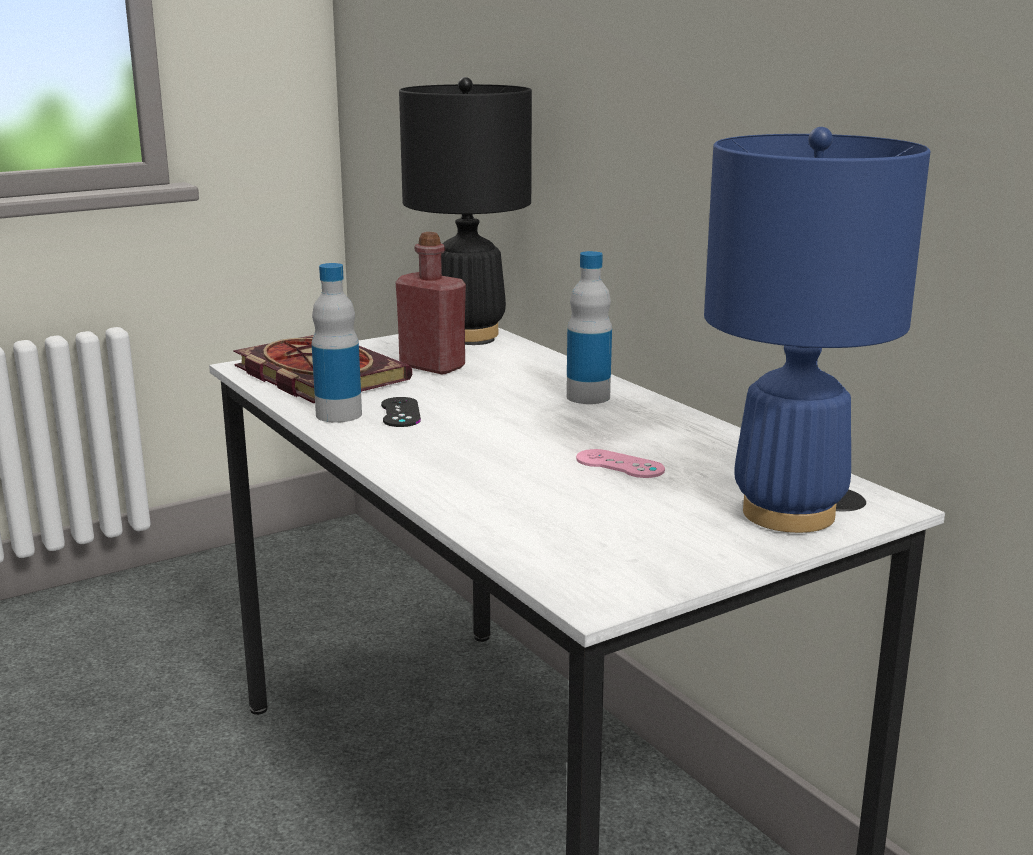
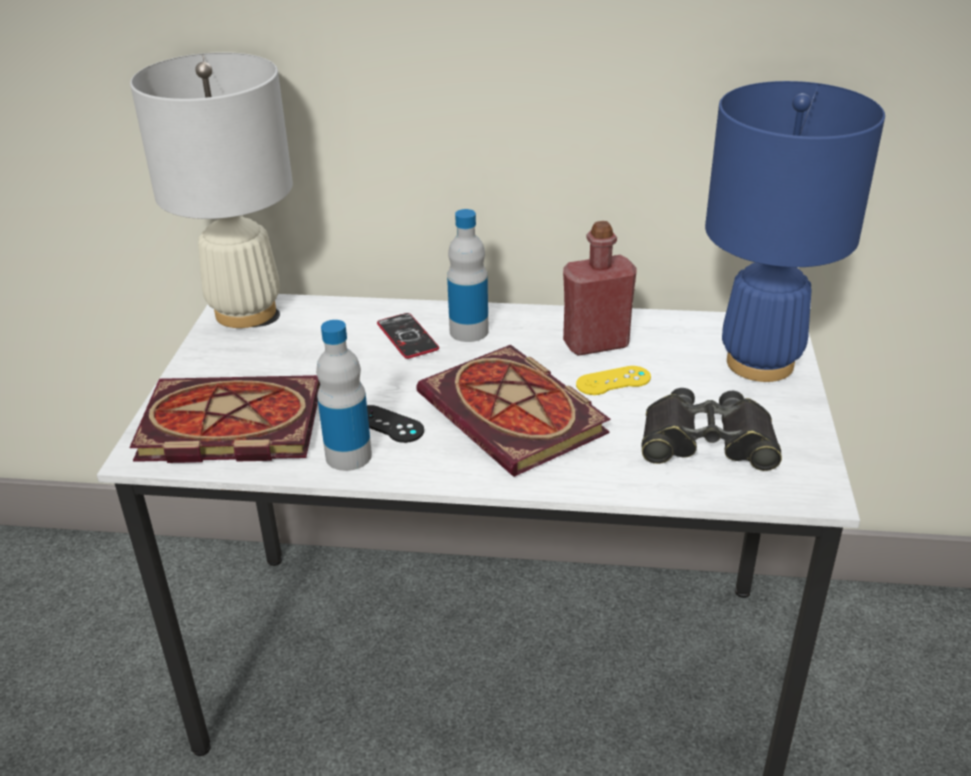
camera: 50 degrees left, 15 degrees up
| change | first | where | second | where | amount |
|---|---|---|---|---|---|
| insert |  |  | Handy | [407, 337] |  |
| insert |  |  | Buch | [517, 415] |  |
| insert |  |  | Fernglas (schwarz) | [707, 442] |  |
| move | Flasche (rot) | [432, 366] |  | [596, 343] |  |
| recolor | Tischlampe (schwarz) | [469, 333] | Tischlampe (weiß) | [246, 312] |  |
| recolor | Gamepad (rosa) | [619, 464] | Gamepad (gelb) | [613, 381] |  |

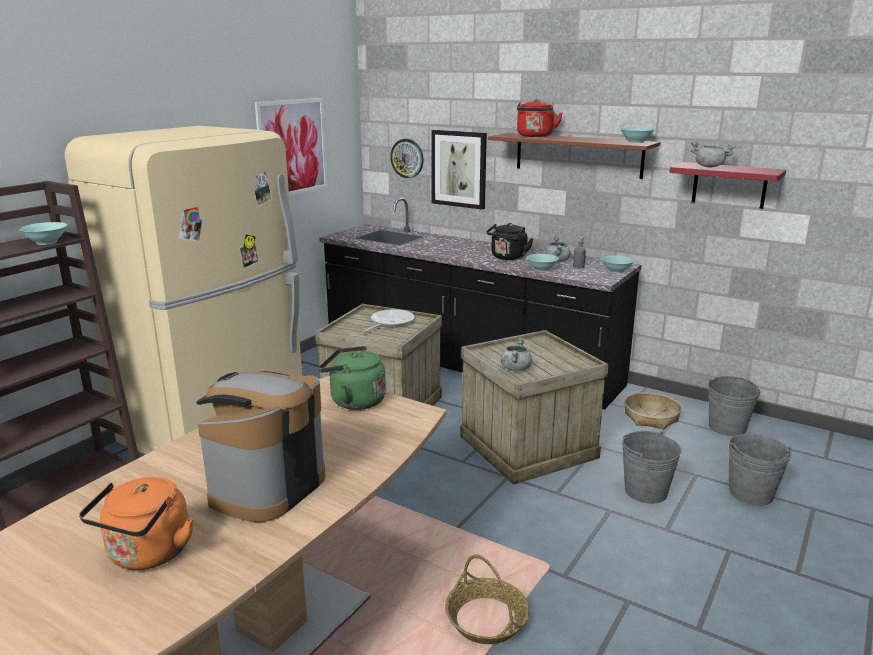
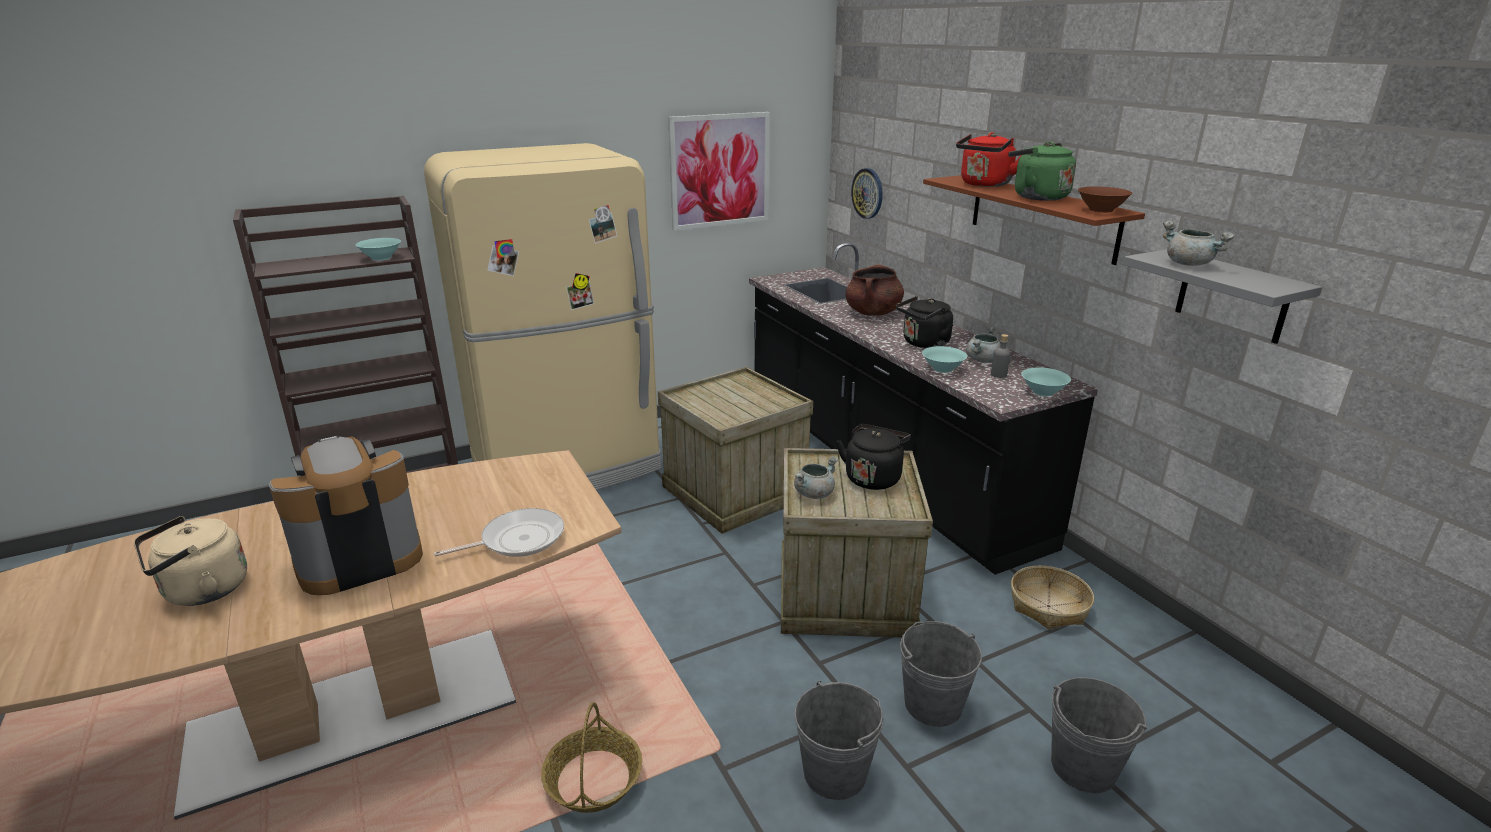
camera: 30 degrees right, 5 degrees up
| change | first | where | second | where | amount |
|---|---|---|---|---|---|
| delete | Bild | [459, 169] |  |  |  |
| insert |  |  | Wasserkessel (schwarz) | [873, 477] |  |
| insert |  |  | Kochtopf (braun) | [873, 313] |  |
| move | Wasserkessel (grün) | [354, 401] |  | [1036, 197] |  |
| move | Pfanne | [390, 323] |  | [518, 540] |  |
| move | Eimer (grau) | [727, 427] |  | [835, 773] |  |
| recolor | Wasserkessel (orange) | [147, 555] | Wasserkessel (beige) | [201, 591] |  |
| recolor | Schüssel (türkis) | [636, 142] | Schüssel (braun) | [1101, 210] |  |
| recolor | Wandregal (rot) | [729, 185] | Wandregal (grau) | [1232, 296] |  |

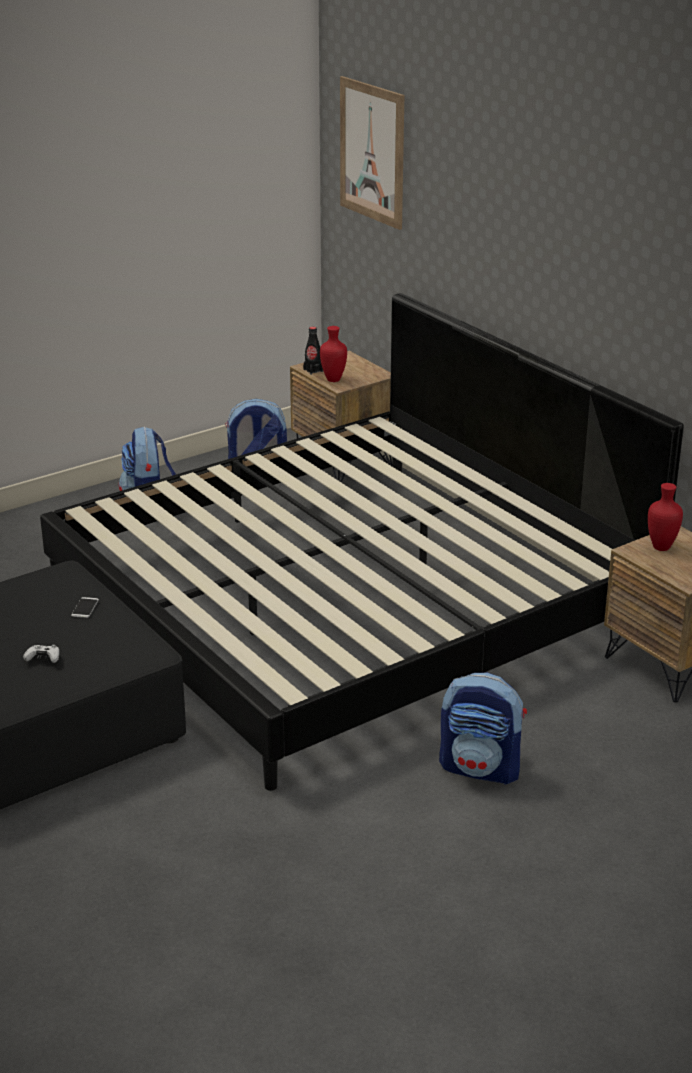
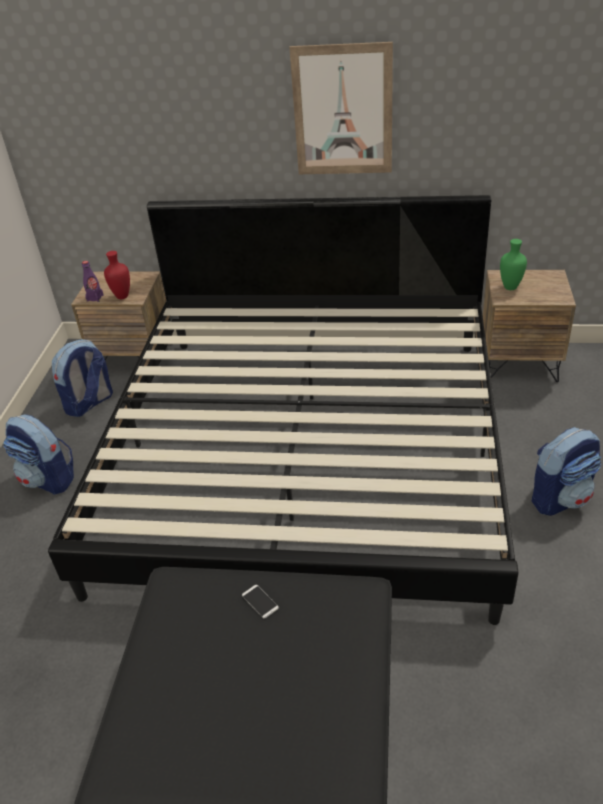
camera: 45 degrees left, 10 degrees up
| change | first | where | second | where | amount |
|---|---|---|---|---|---|
| delete | Gamepad (weiß) | [43, 659] |  |  |  |
| move | Bild | [372, 152] |  | [343, 111] |  |
| recolor | Flasche (schwarz) | [313, 370] | Flasche (lila) | [95, 298] |  |
| recolor | Vase (rot) | [660, 548] | Vase (grün) | [510, 288] |  |

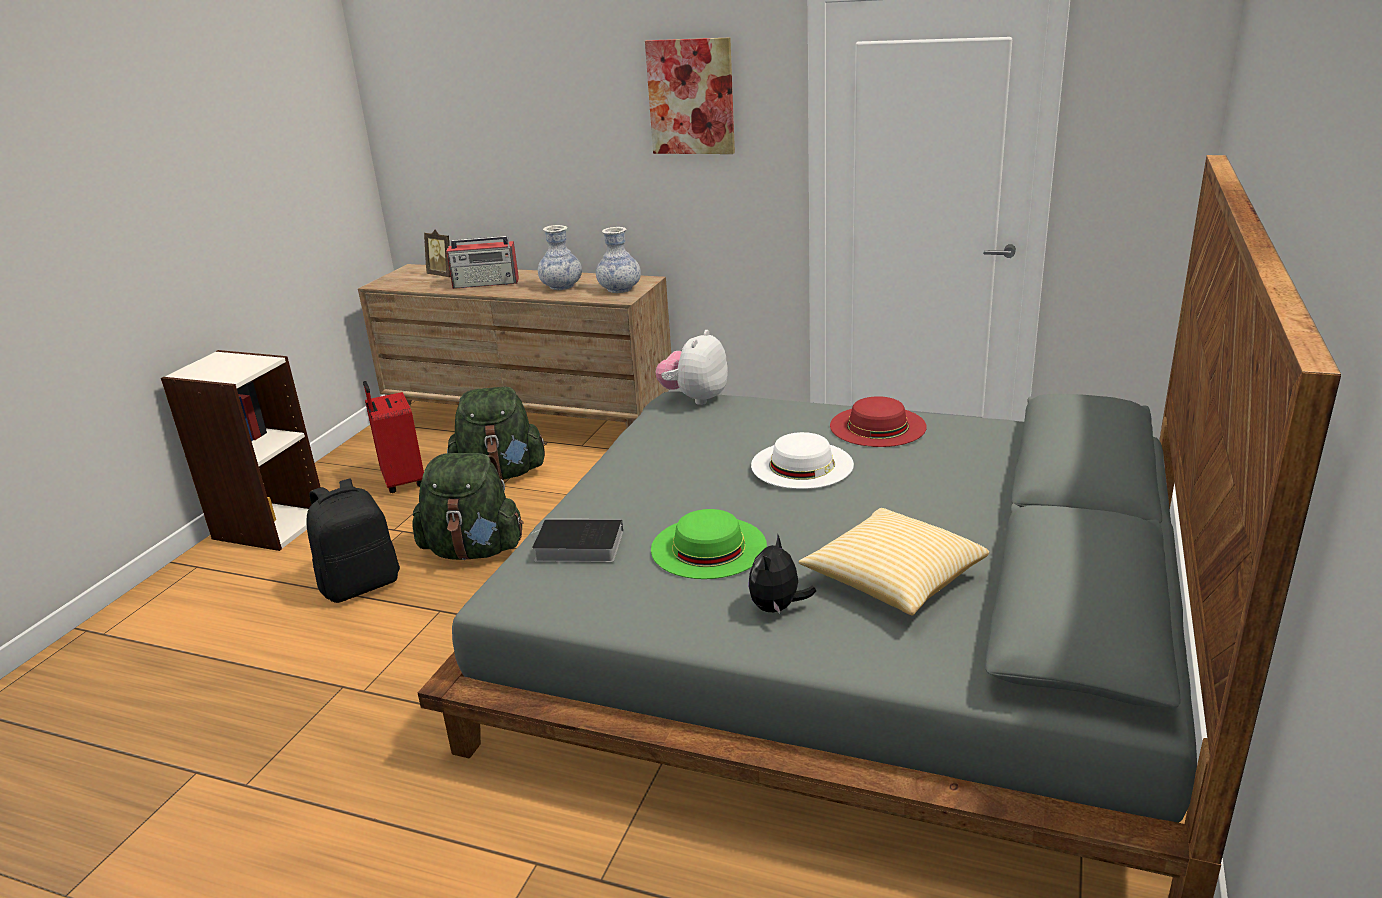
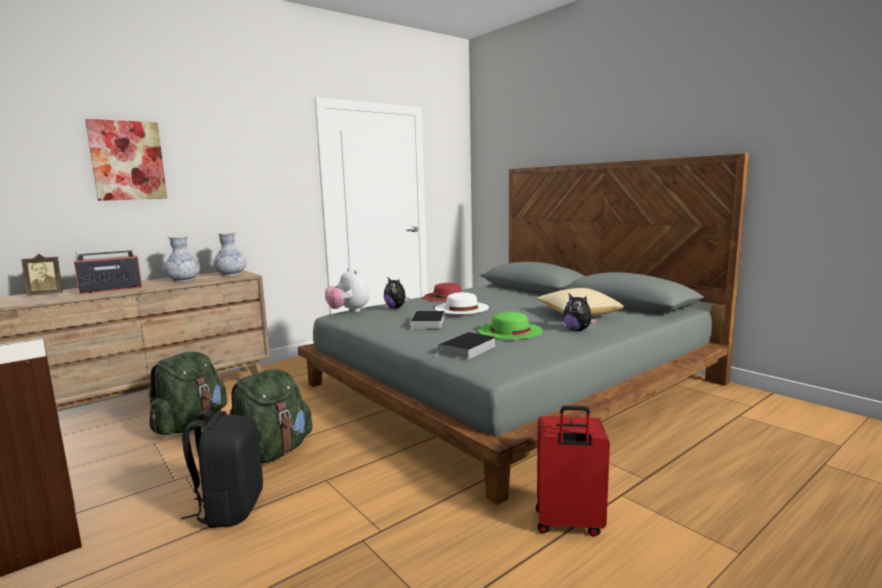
camera: 60 degrees left, 15 degrees down
| change | first | where | second | where | amount |
|---|---|---|---|---|---|
| insert |  |  | Plüschtier | [396, 308] |  |
| insert |  |  | Buch | [428, 323] |  |
| move | Koffer (rot) | [402, 482] |  | [568, 523] |  |
| move | Bild | [691, 97] |  | [127, 160] |  |
| rotate | Radio | [487, 283] |  | [110, 289] | 150 degrees counterclockwise |

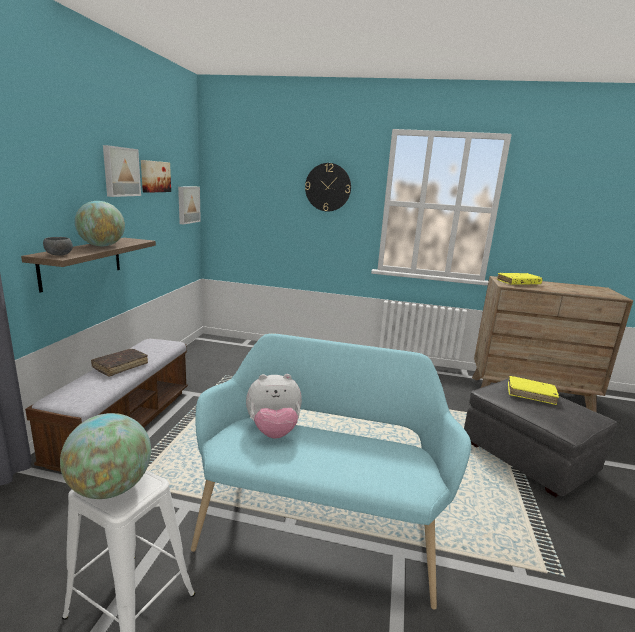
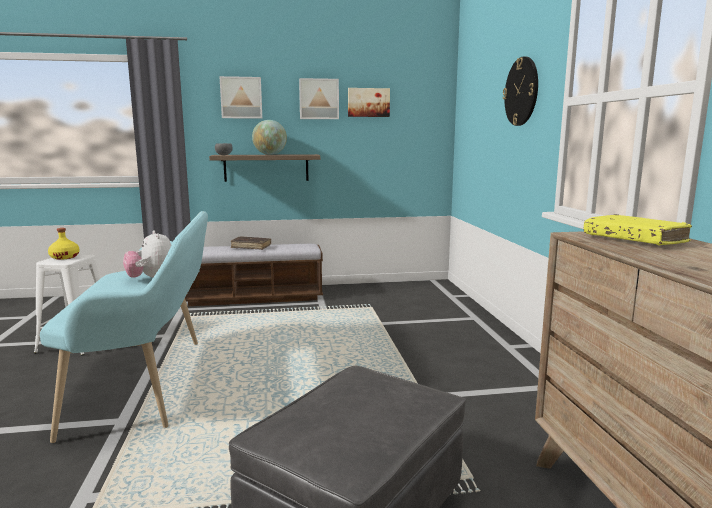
camera: 70 degrees right, 5 degrees down
| change | first | where | second | where | amount |
|---|---|---|---|---|---|
| delete | Buch (gelb) | [531, 394] |  |  |  |
| move | Bild | [187, 204] |  | [241, 97] |  |
| replace | Globus | [110, 488] | Flasche (gelb) | [64, 257] |  |

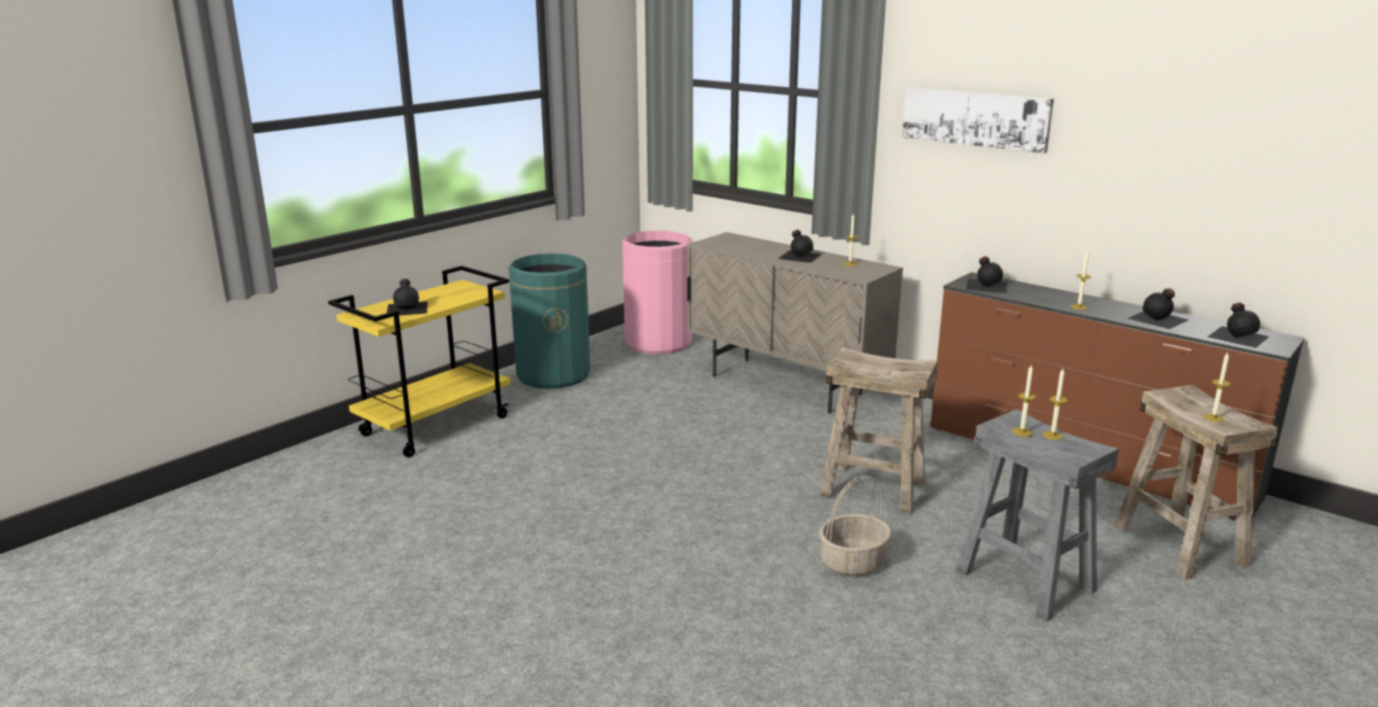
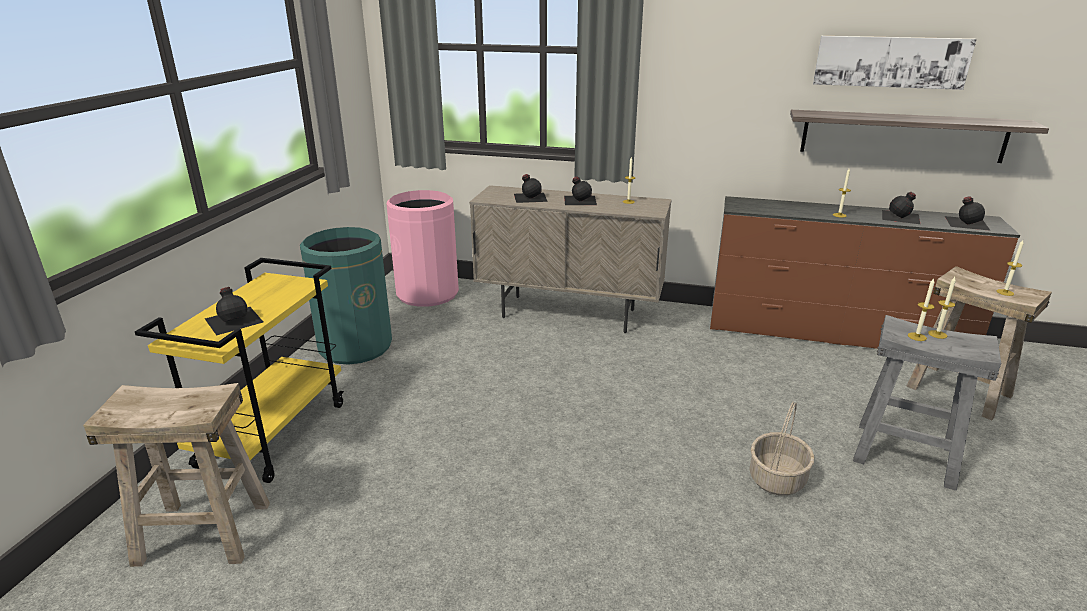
camera: 25 degrees left, 5 degrees up
| change | first | where | second | where | amount |
|---|---|---|---|---|---|
| insert |  |  | Wandregal | [902, 136] |  |
| move | Hocker (beige) | [873, 488] |  | [204, 532] |  |
| move | Bild | [975, 118] |  | [890, 61] |  |
| move | Flasche (schwarz) | [986, 285] |  | [529, 197] |  |

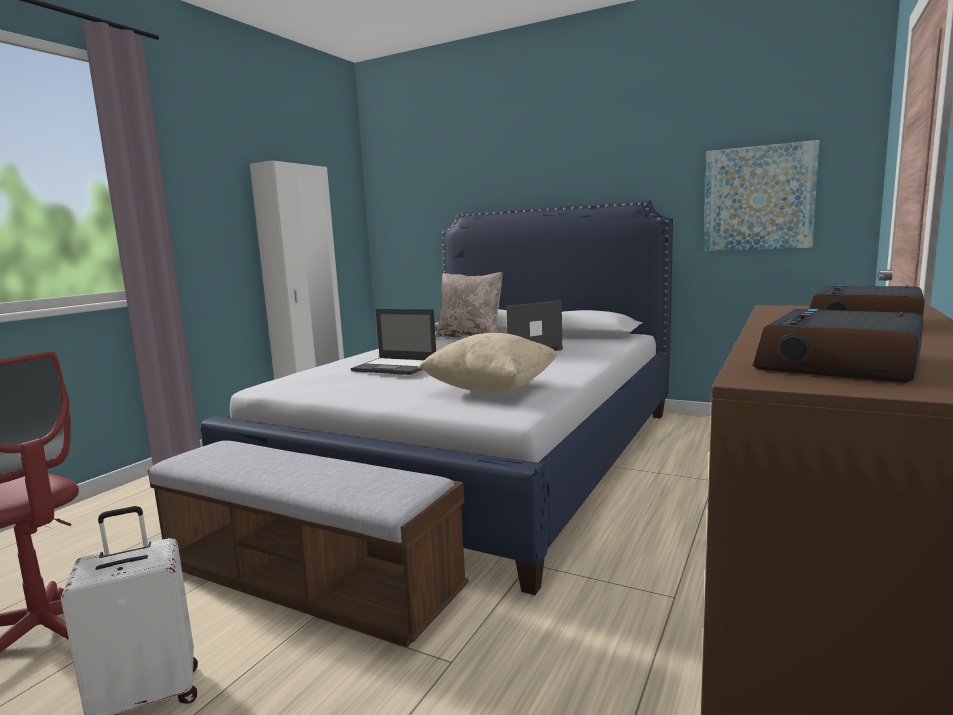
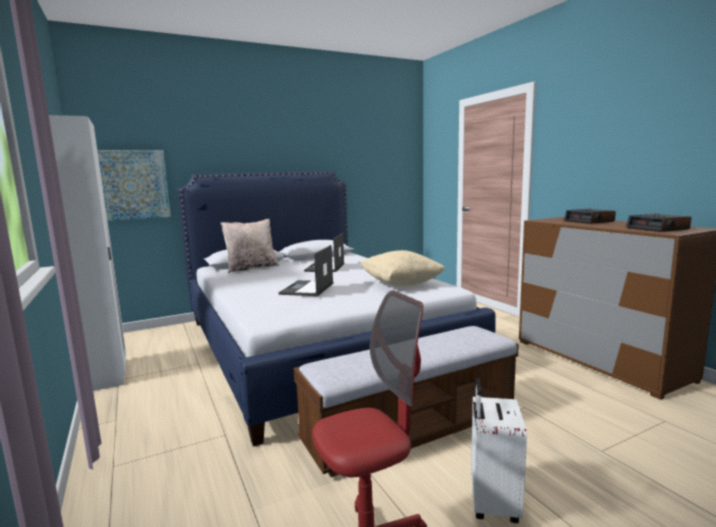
camera: 55 degrees left, 0 degrees up
| change | first | where | second | where | amount |
|---|---|---|---|---|---|
| move | Bild | [758, 198] |  | [130, 185] |  |
| rotate | Laptop | [396, 367] |  | [307, 289] | 135 degrees clockwise |

